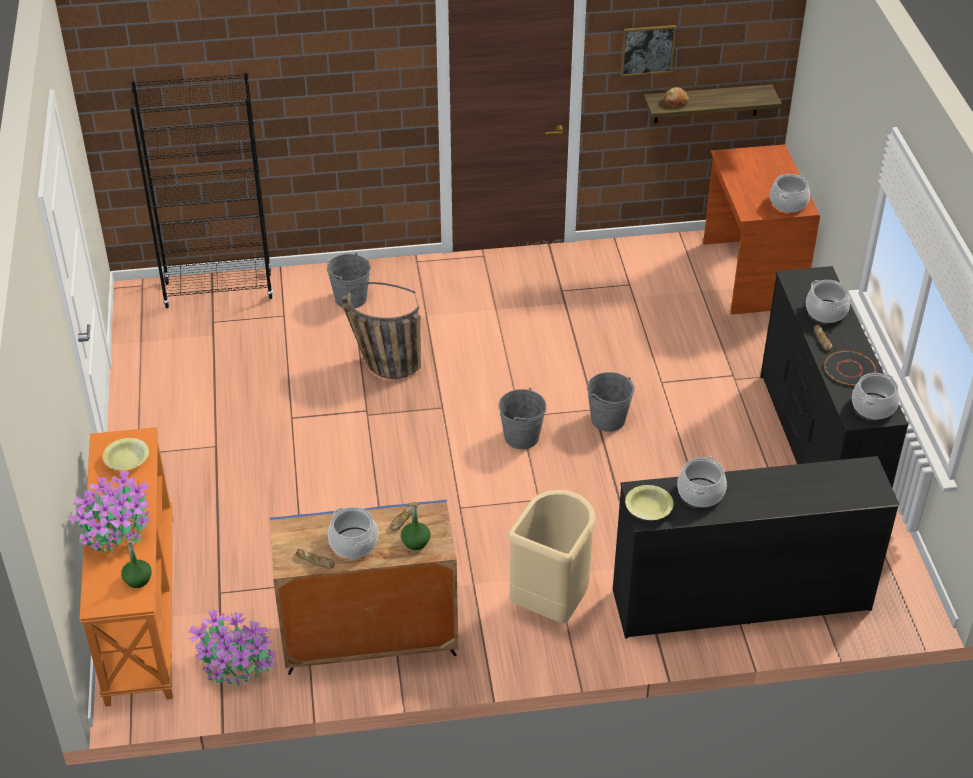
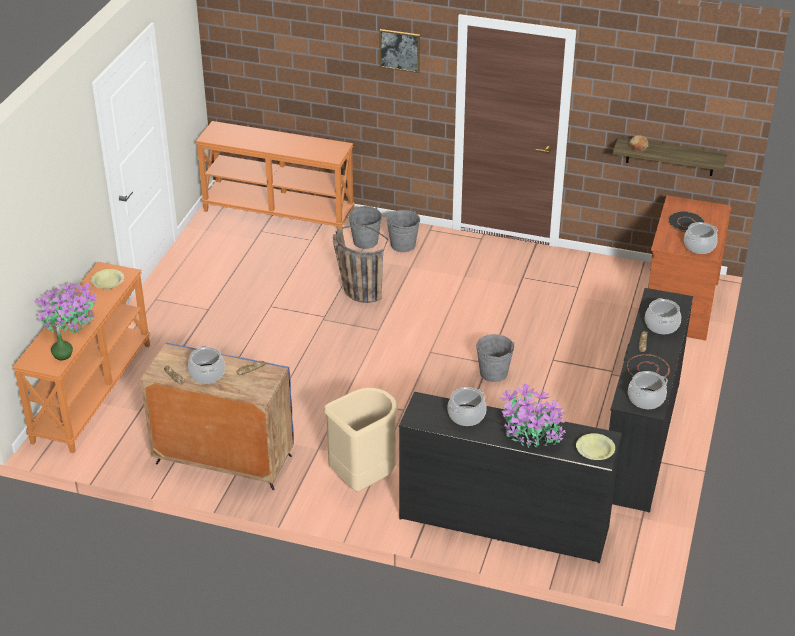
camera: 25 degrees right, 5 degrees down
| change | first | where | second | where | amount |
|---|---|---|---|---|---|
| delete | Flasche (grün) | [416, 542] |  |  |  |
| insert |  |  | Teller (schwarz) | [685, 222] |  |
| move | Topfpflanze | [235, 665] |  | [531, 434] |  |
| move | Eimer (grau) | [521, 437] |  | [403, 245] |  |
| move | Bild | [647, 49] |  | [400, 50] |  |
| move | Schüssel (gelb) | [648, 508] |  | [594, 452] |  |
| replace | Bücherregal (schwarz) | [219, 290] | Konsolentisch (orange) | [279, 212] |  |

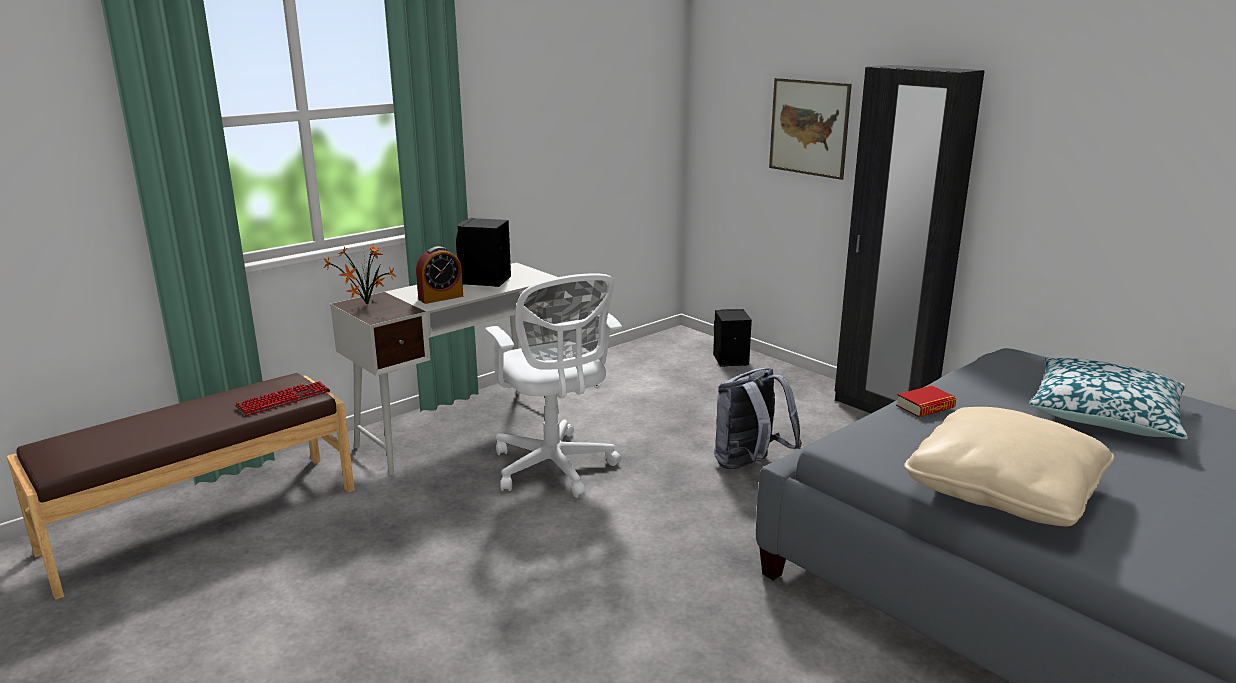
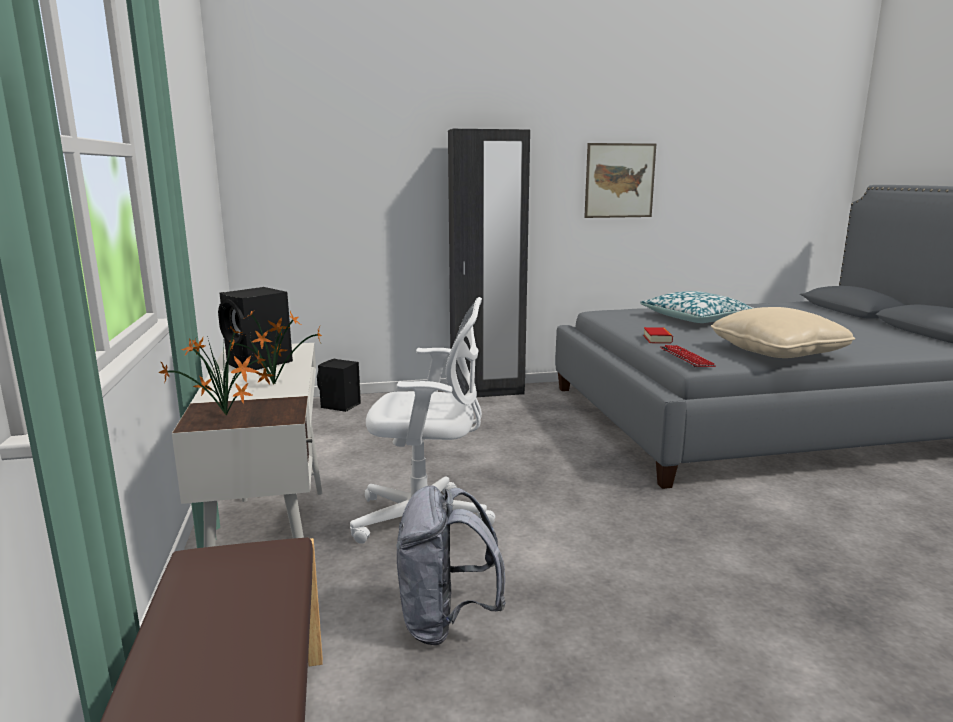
camera: 60 degrees left, 5 degrees down
| change | first | where | second | where | amount |
|---|---|---|---|---|---|
| move | Tastatur | [284, 400] |  | [686, 358] |  |
| move | Rucksack (grau) | [750, 466] |  | [446, 622] |  |
| move | Bild | [809, 127] |  | [619, 180] |  |
| replace | Wecker | [440, 297] | Topfpflanze | [275, 384] |  |

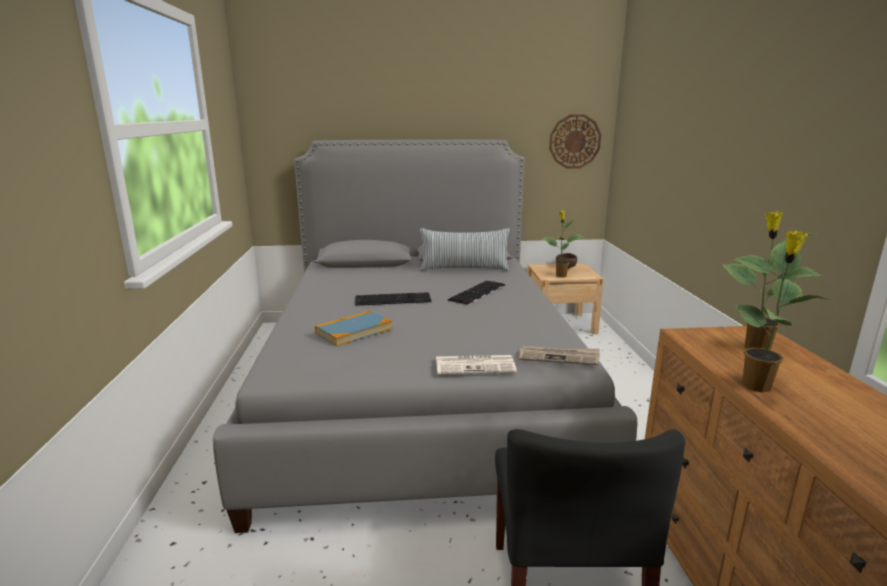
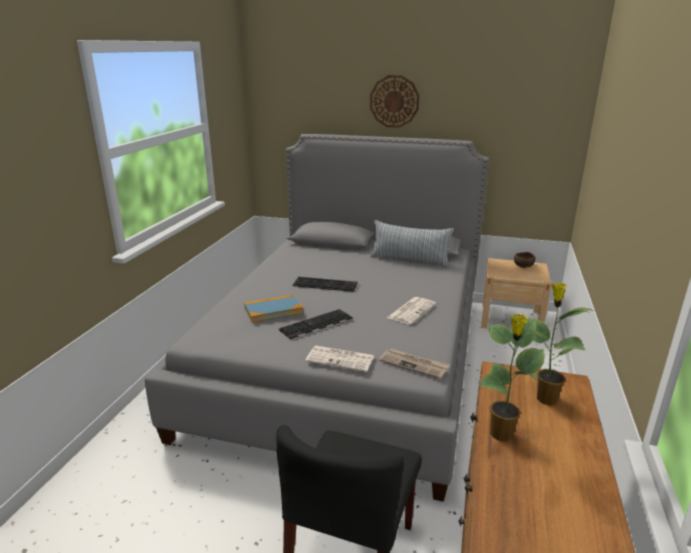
camera: 20 degrees right, 5 degrees up
| change | first | where | second | where | amount |
|---|---|---|---|---|---|
| delete | Topfpflanze | [560, 276] |  |  |  |
| insert |  |  | Zeitung | [411, 311] |  |
| move | Tastatur | [478, 293] |  | [316, 325] |  |
| move | Wanduhr | [574, 141] |  | [394, 101] |  |

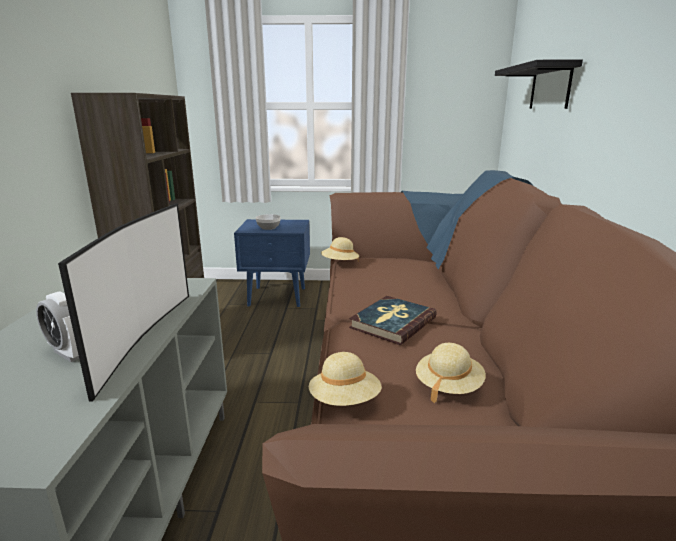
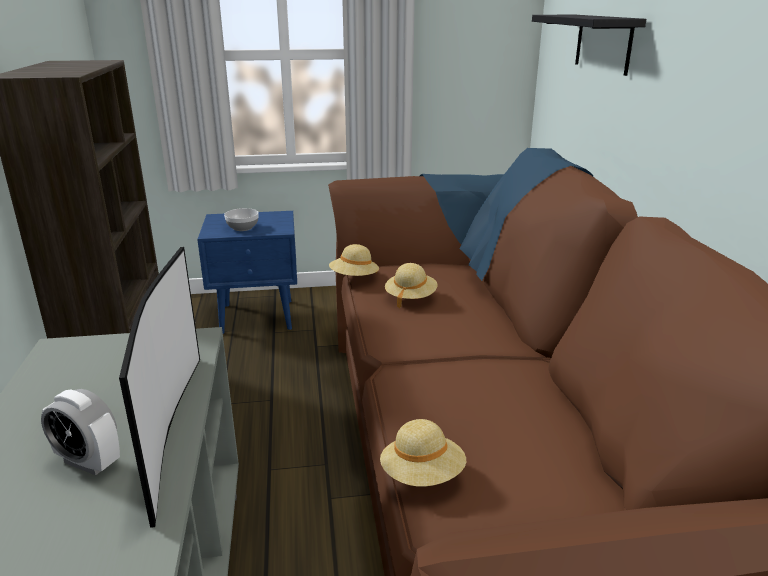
camera: 10 degrees left, 5 degrees up
| change | first | where | second | where | amount |
|---|---|---|---|---|---|
| delete | Buch | [392, 322] |  |  |  |
| move | Hut (beige) | [448, 386] |  | [410, 297] |  |

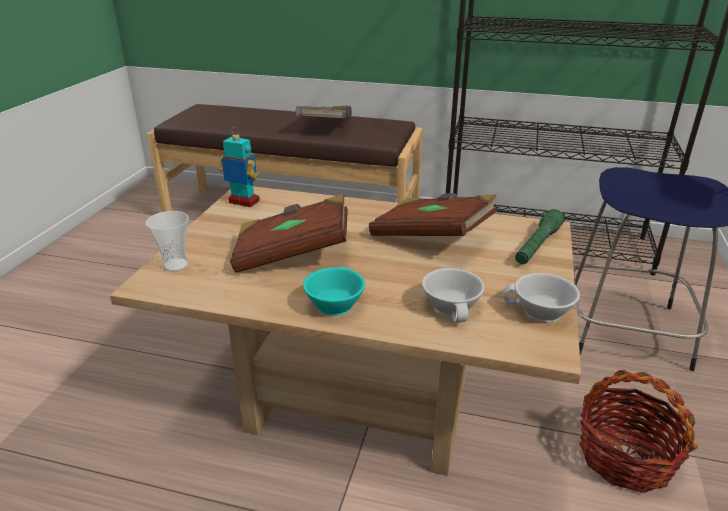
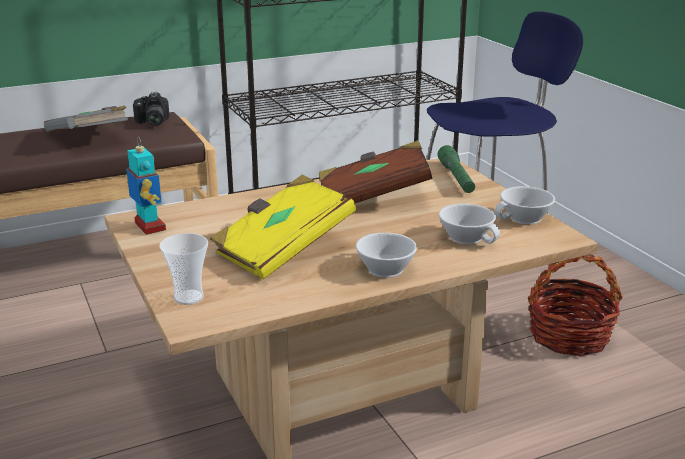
camera: 40 degrees left, 5 degrees down
| change | first | where | second | where | amount |
|---|---|---|---|---|---|
| insert |  |  | Kamera | [151, 122] |  |
| recolor | Buch (braun) | [292, 254] | Buch (gelb) | [282, 249] |  |
| recolor | Tasse (türkis) | [333, 303] | Tasse (weiß) | [382, 268] |  |
| rotate | Spielzeugroboter | [243, 202] |  | [149, 227] | 75 degrees clockwise |

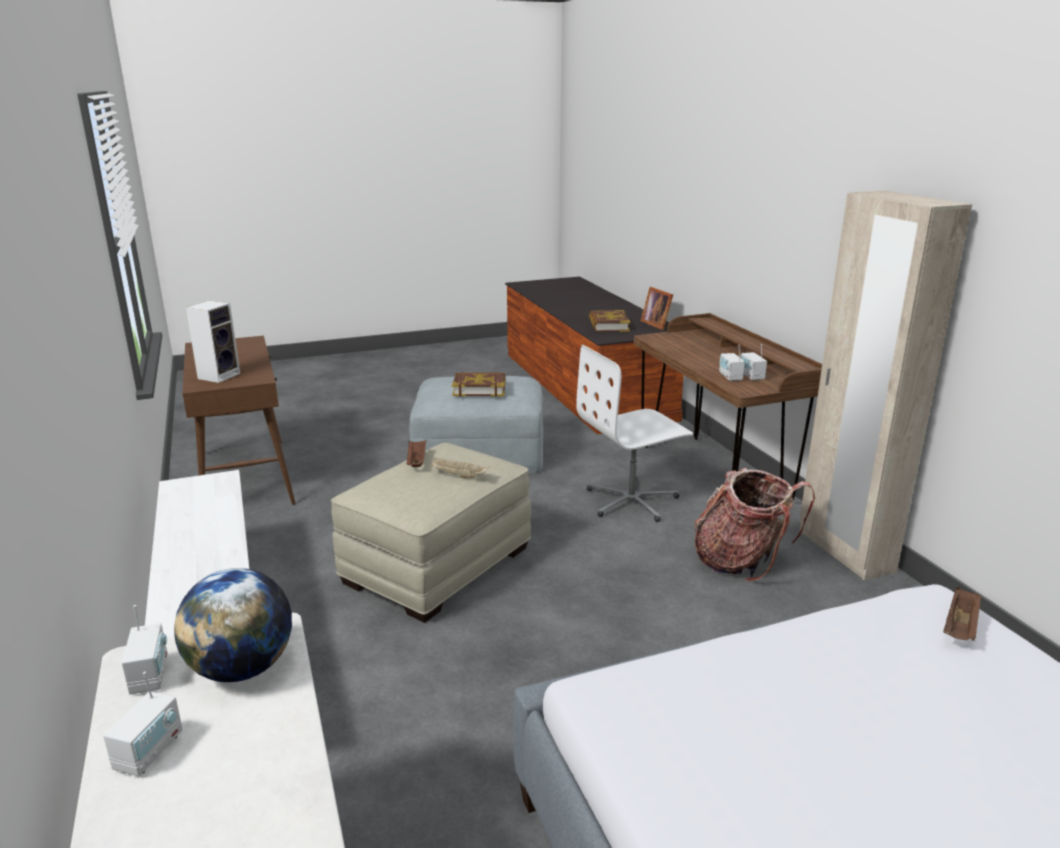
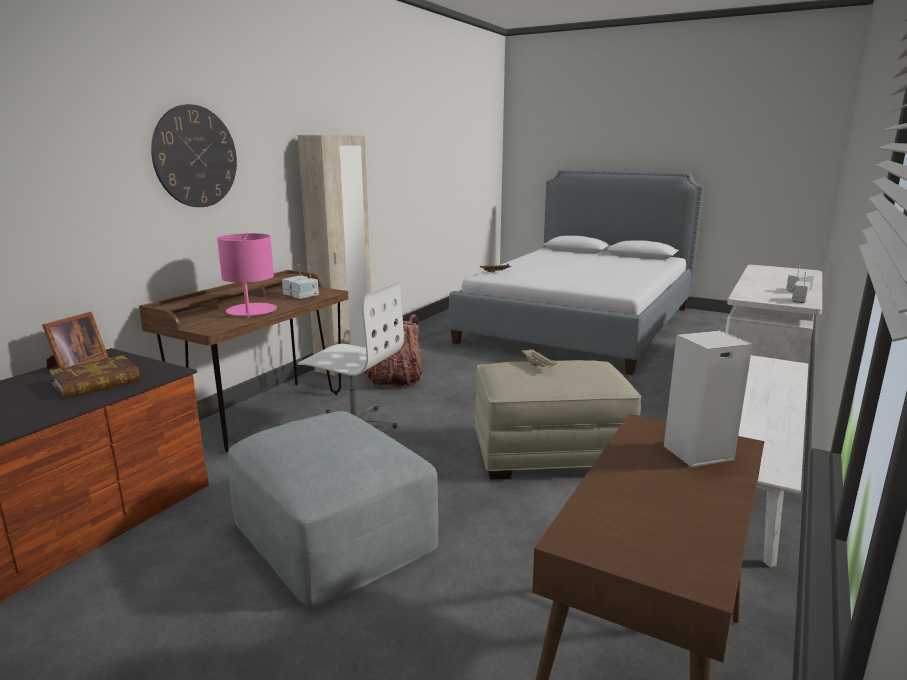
camera: 130 degrees left, 5 degrees down
| change | first | where | second | where | amount |
|---|---|---|---|---|---|
| delete | Globus | [242, 668] |  |  |  |
| delete | Tablett (braun) | [416, 461] |  |  |  |
| delete | Buch | [479, 389] |  |  |  |
| insert |  |  | Wanduhr | [195, 156] |  |
| insert |  |  | Tischlampe (rosa) | [251, 311] |  |

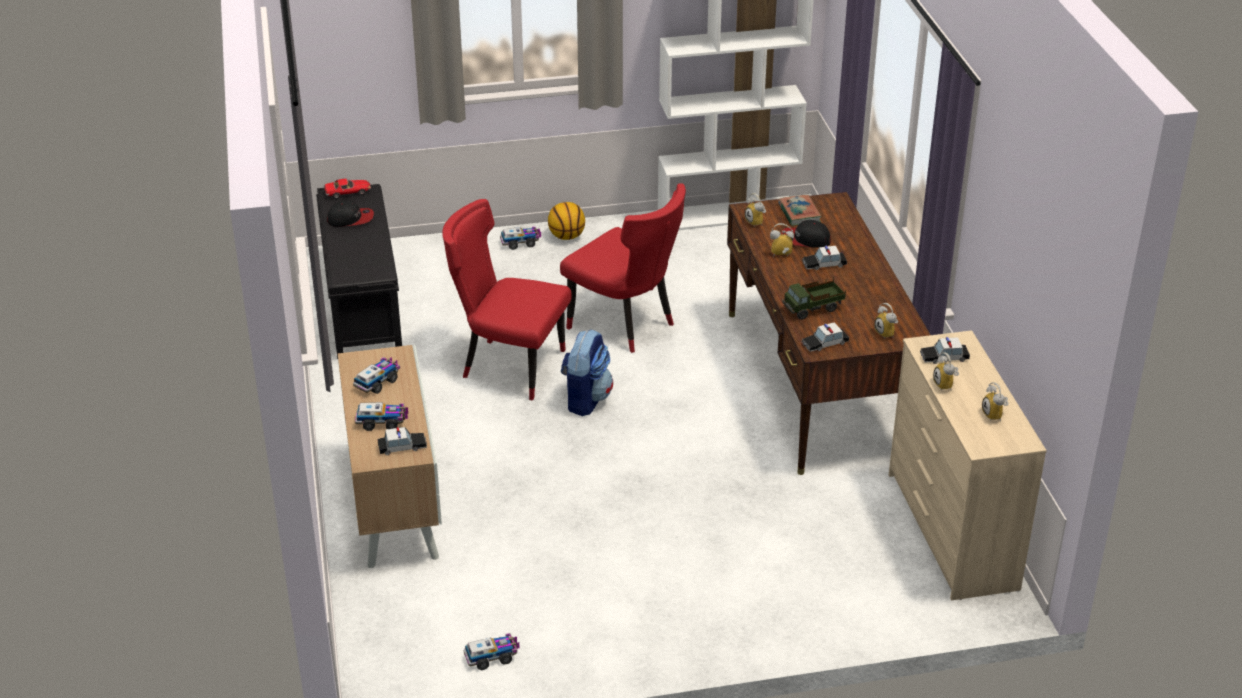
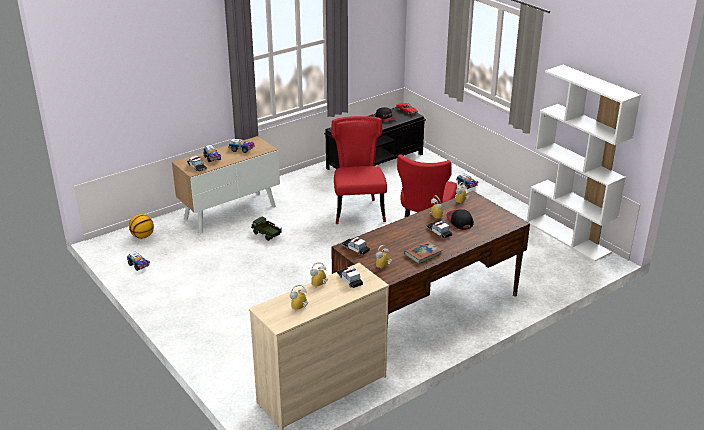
camera: 65 degrees right, 5 degrees down
| change | first | where | second | where | amount |
|---|---|---|---|---|---|
| delete | Rucksack | [585, 399] |  |  |  |
| move | Basketball | [567, 236] |  | [143, 236] |  |
| move | Buch | [799, 213] |  | [423, 254] |  |
| move | Spielzeuglaster | [813, 309] |  | [266, 235] |  |

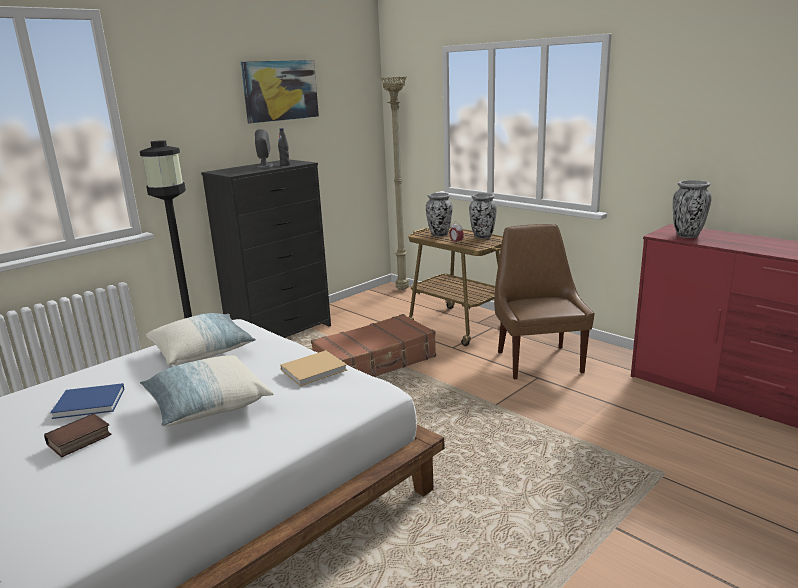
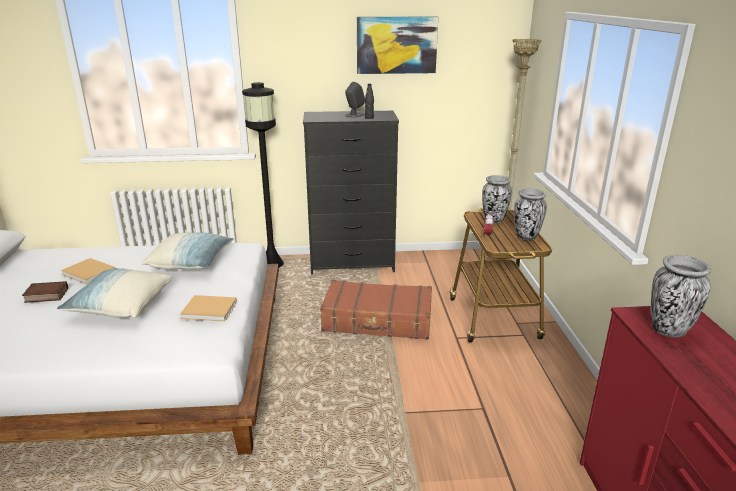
camera: 40 degrees right, 5 degrees up
| change | first | where | second | where | amount |
|---|---|---|---|---|---|
| delete | Stuhl (braun) | [538, 360] |  |  |  |
| recolor | Buch (blau) | [91, 403] | Buch (beige) | [89, 273] |  |

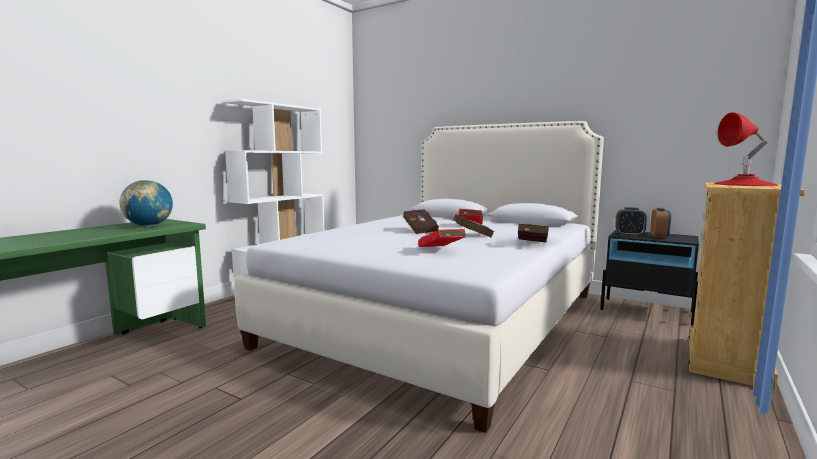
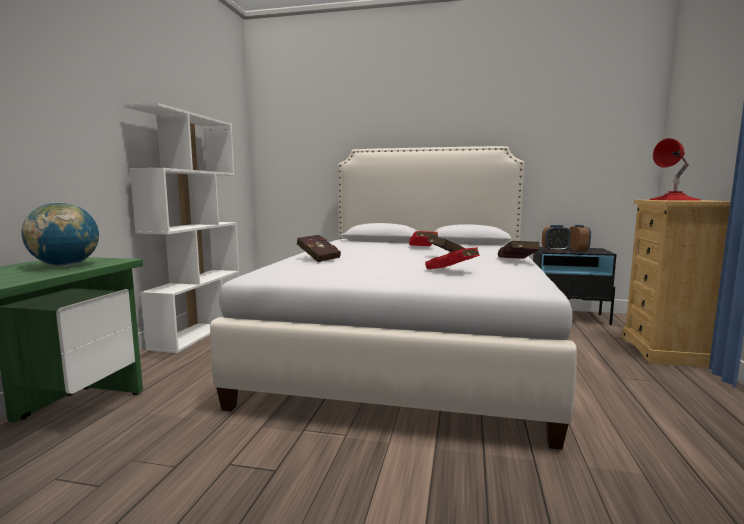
camera: 20 degrees left, 0 degrees up
| change | first | where | second | where | amount |
|---|---|---|---|---|---|
| move | Buch (rot) | [420, 230] |  | [318, 258] |  |

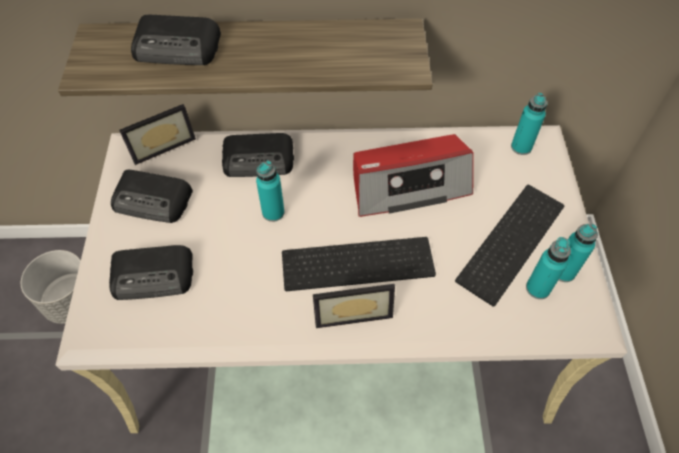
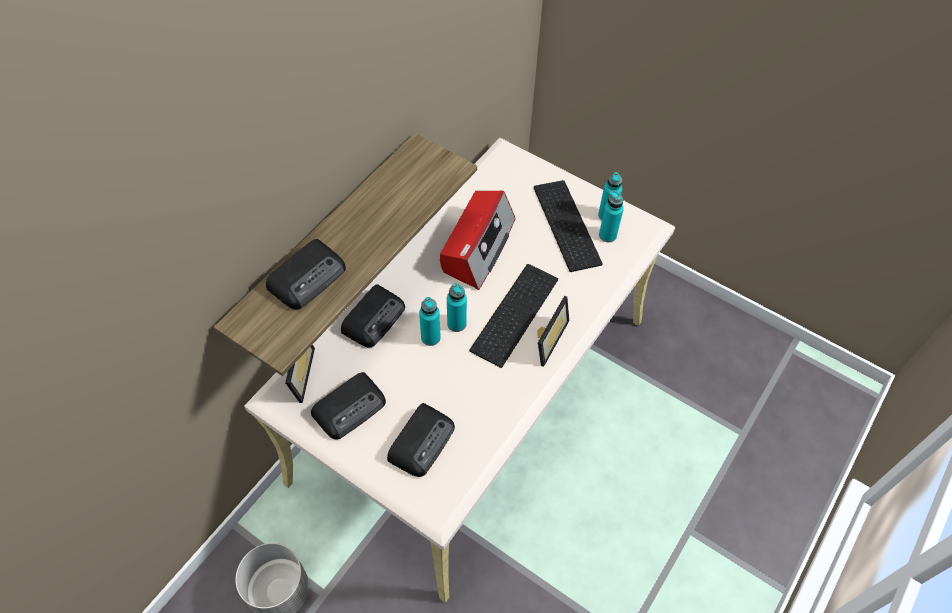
camera: 55 degrees left, 0 degrees up
| change | first | where | second | where | amount |
|---|---|---|---|---|---|
| move | Flasche (türkis) | [521, 147] |  | [456, 324] |  |

